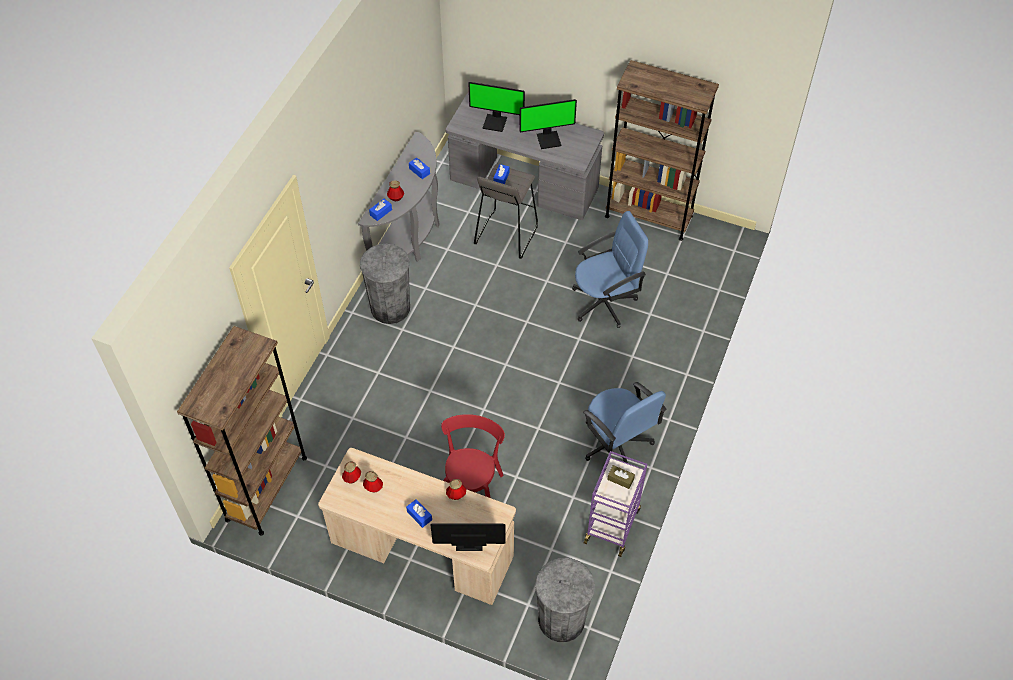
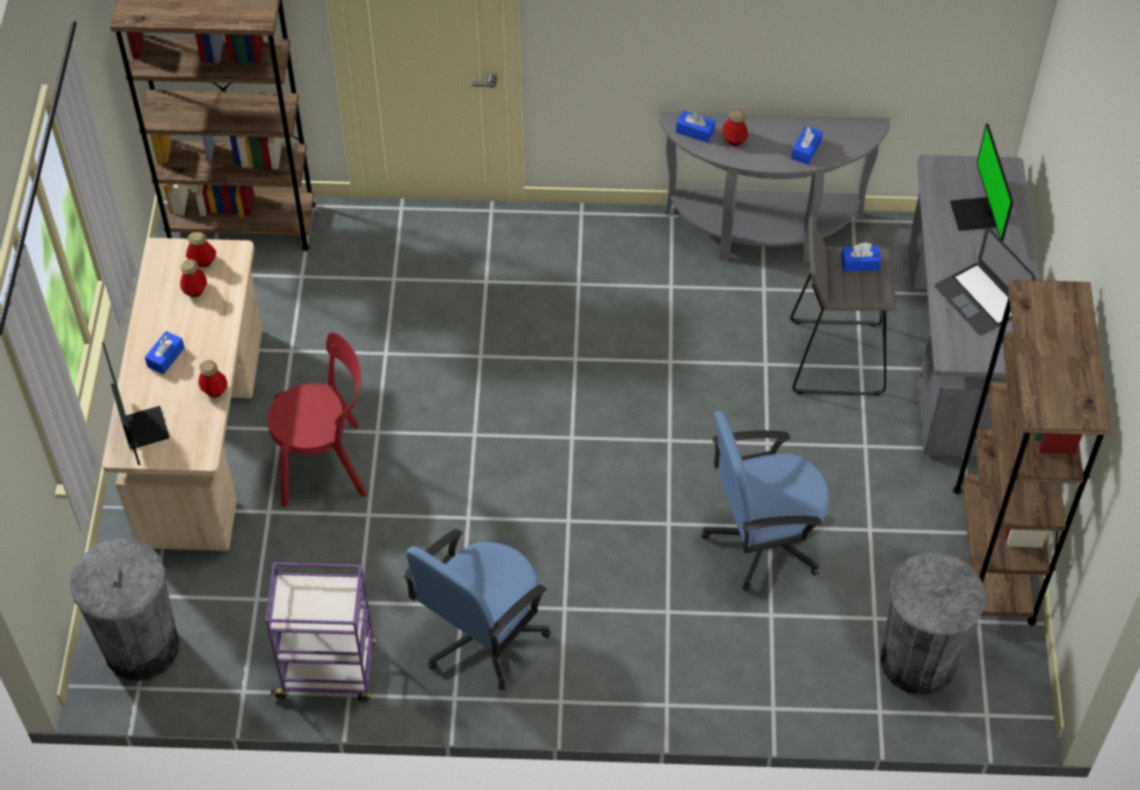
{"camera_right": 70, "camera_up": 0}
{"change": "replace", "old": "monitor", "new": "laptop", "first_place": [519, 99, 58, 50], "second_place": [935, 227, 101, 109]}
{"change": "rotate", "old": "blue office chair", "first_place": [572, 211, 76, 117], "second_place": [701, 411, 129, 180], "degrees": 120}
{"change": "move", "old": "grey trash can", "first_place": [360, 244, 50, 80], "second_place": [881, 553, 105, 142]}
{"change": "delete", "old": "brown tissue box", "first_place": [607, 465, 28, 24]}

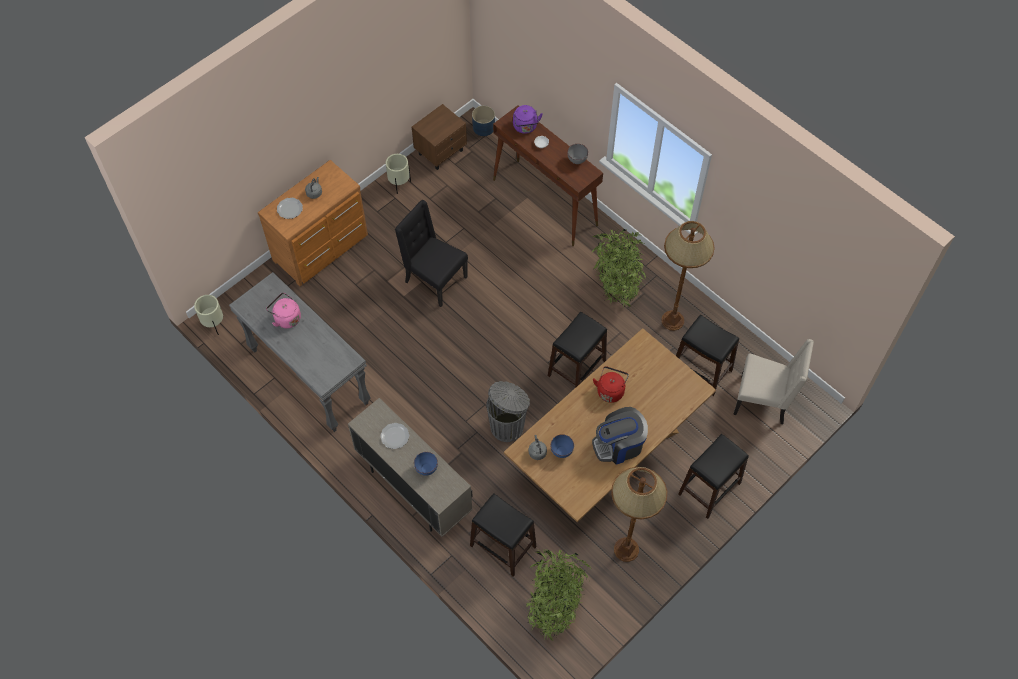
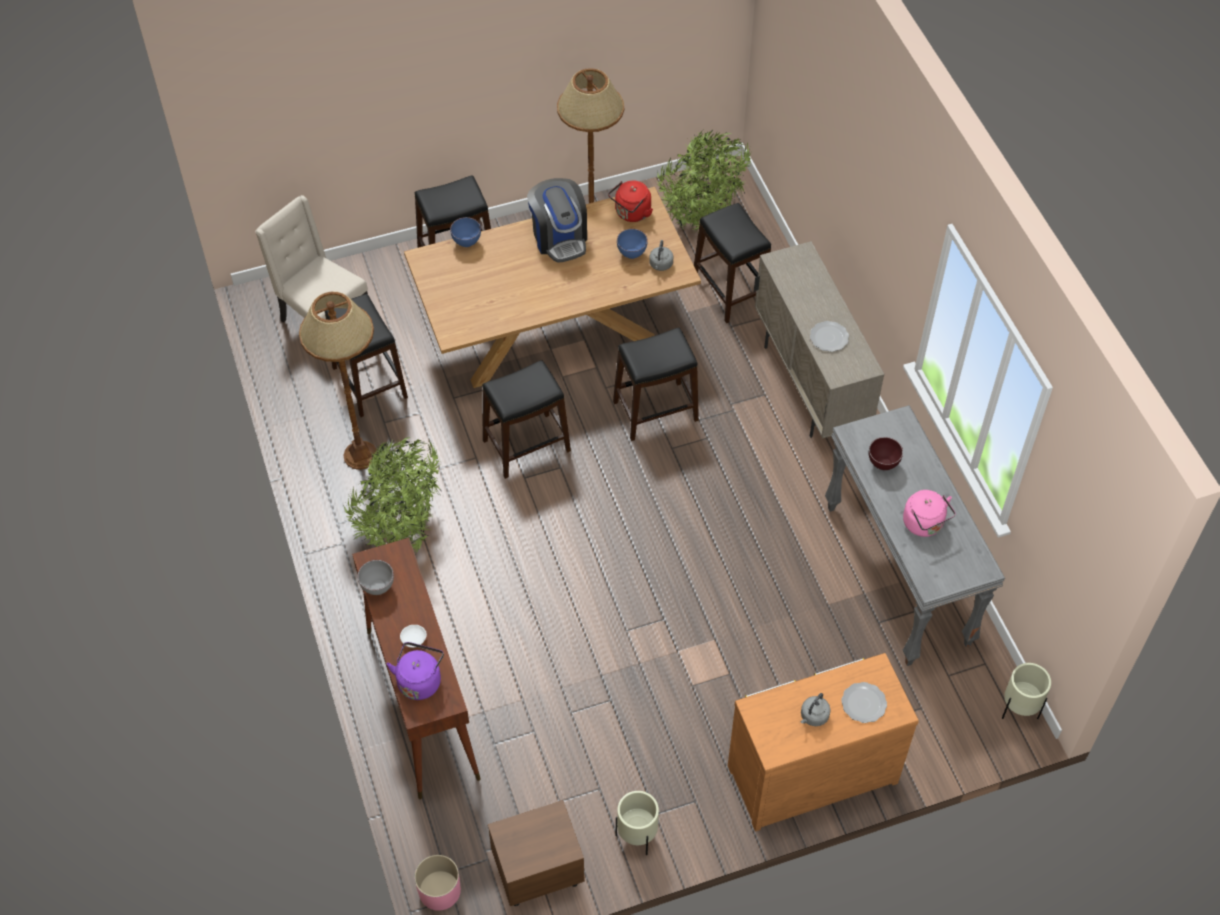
{"camera_right": -155, "camera_up": -5}
{"change": "recolor", "old": "blue planter", "new": "pink planter", "first_place": [472, 106, 23, 30], "second_place": [414, 855, 47, 56]}
{"change": "delete", "old": "black chair", "first_place": [395, 200, 73, 107]}
{"change": "move", "old": "red kettle", "first_place": [593, 366, 36, 37], "second_place": [608, 180, 45, 42]}
{"change": "replace", "old": "grey trash can", "new": "black stool", "first_place": [486, 381, 44, 61], "second_place": [613, 328, 86, 113]}
{"change": "rotate", "old": "coffee machine", "first_place": [592, 407, 56, 57], "second_place": [527, 178, 60, 85], "degrees": 60}
{"change": "move", "old": "blue bowl", "first_place": [414, 452, 24, 24], "second_place": [450, 217, 31, 30]}
{"change": "insert", "new": "brown bowl", "second_place": [869, 437, 34, 33]}

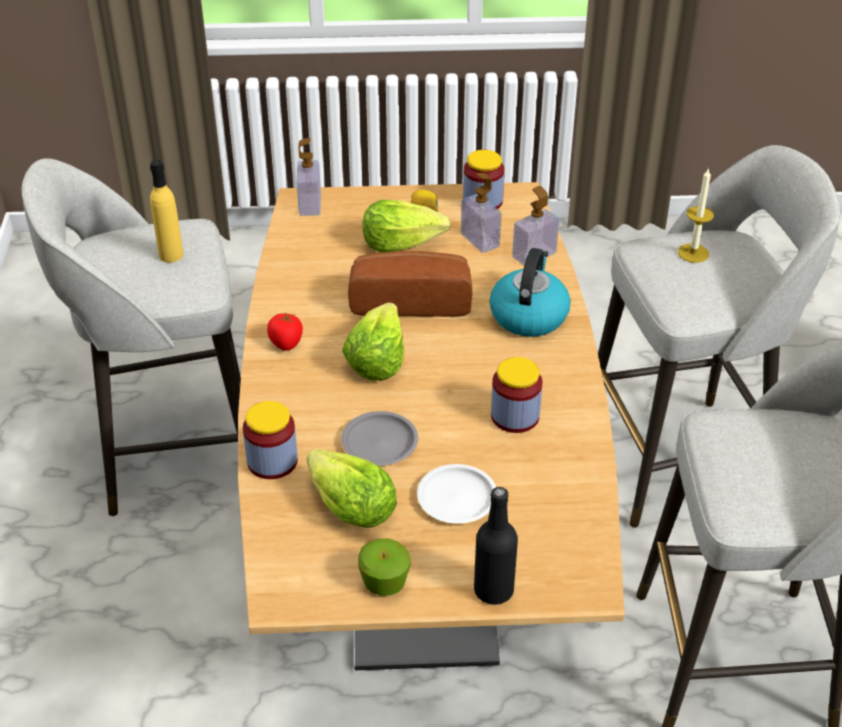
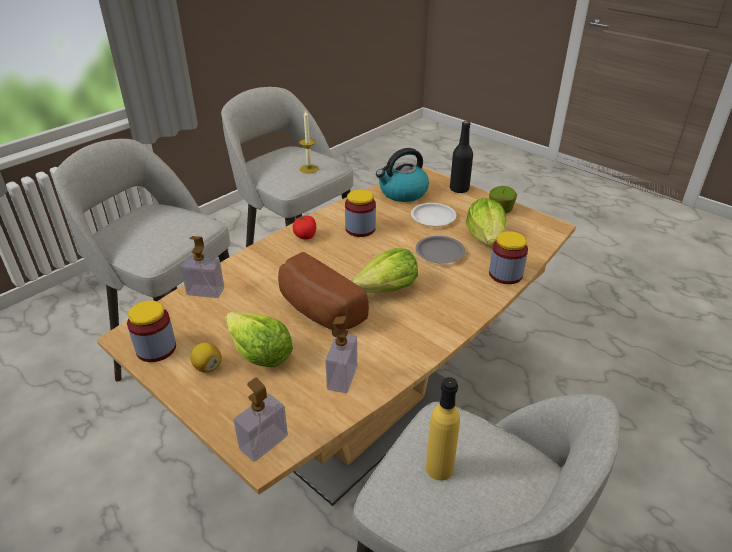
{"camera_right": -135, "camera_up": -5}
{"change": "move", "old": "candle", "first_place": [678, 167, 36, 96], "second_place": [299, 109, 20, 64]}
{"change": "move", "old": "soap dispenser", "first_place": [461, 173, 40, 80], "second_place": [325, 316, 32, 77]}
{"change": "move", "old": "kettle", "first_place": [489, 248, 82, 89], "second_place": [376, 148, 53, 54]}
{"change": "move", "old": "tomato", "first_place": [267, 312, 36, 39], "second_place": [293, 215, 23, 25]}

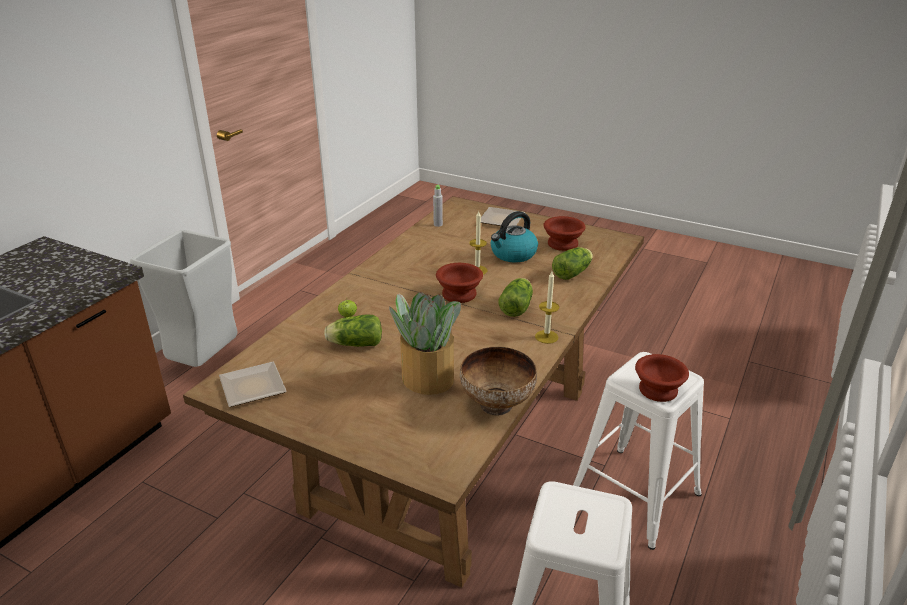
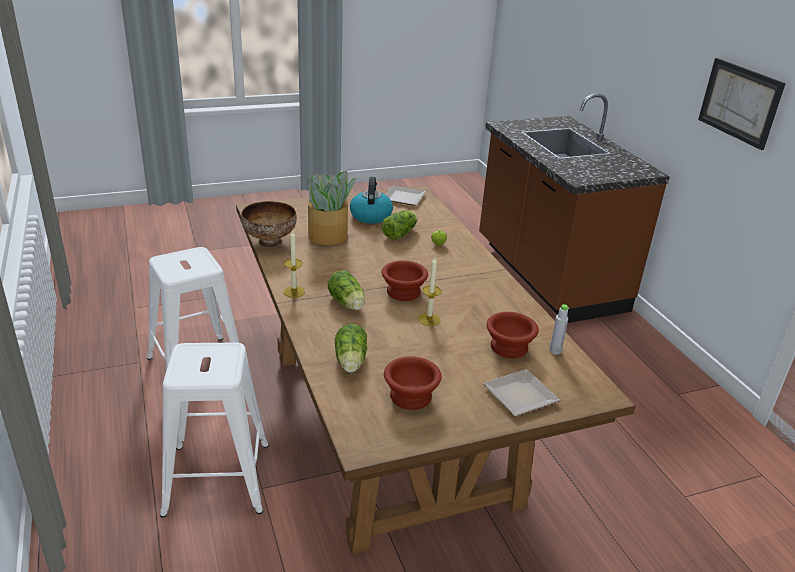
{"camera_right": 130, "camera_up": 0}
{"change": "move", "old": "kettle", "first_place": [491, 211, 47, 51], "second_place": [350, 177, 43, 47]}
{"change": "delete", "old": "grey trash can", "first_place": [130, 230, 108, 137]}
{"change": "move", "old": "brown bowl", "first_place": [635, 354, 54, 48], "second_place": [486, 312, 53, 46]}
{"change": "insert", "new": "picture", "second_place": [698, 58, 88, 92]}

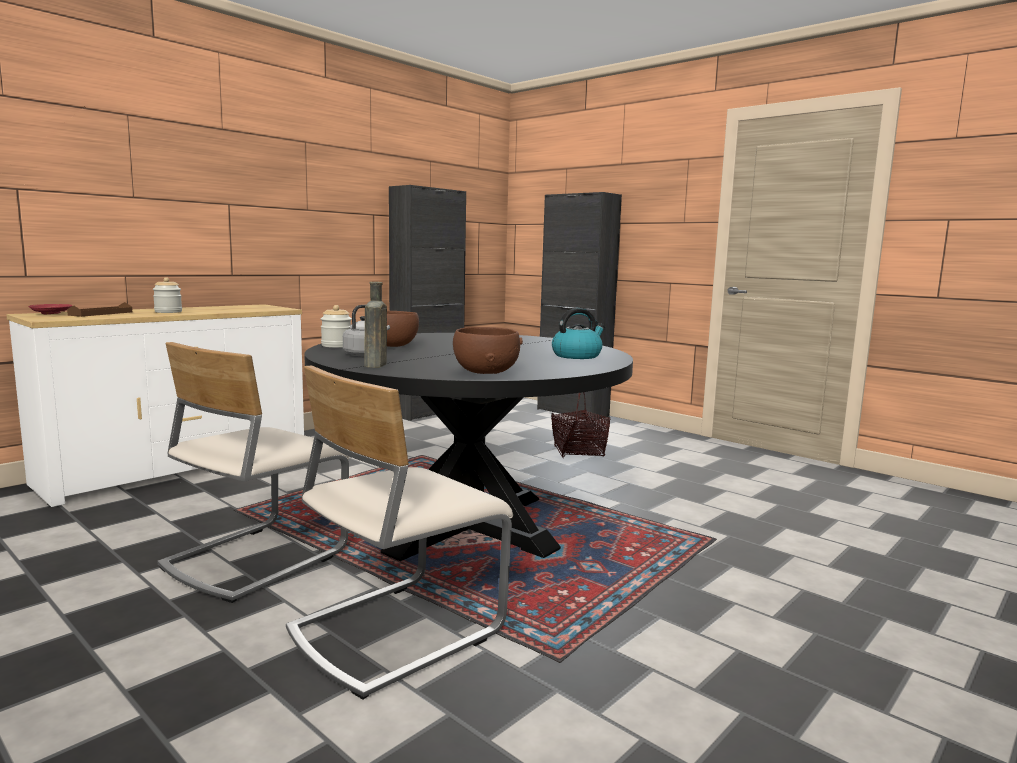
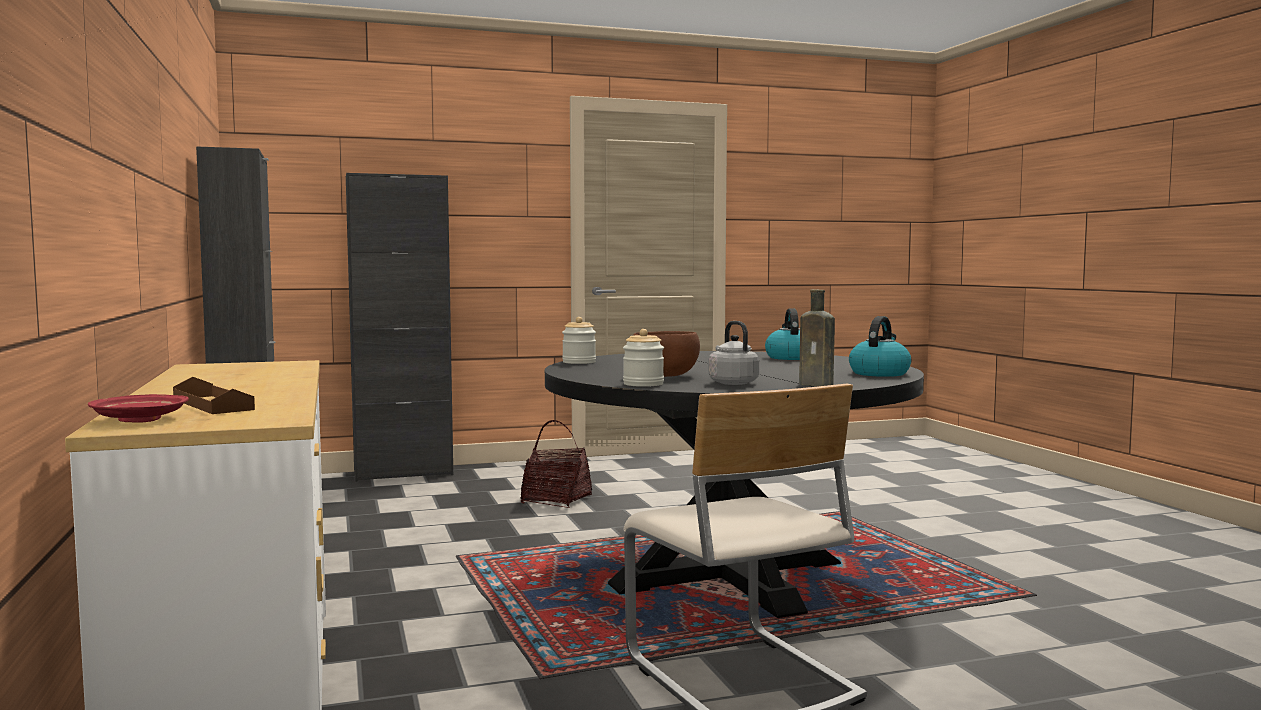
{"camera_right": -60, "camera_up": -5}
{"change": "move", "old": "jar", "first_place": [153, 277, 29, 36], "second_place": [562, 317, 34, 47]}
{"change": "replace", "old": "brown bowl", "new": "kettle", "first_place": [453, 327, 70, 47], "second_place": [849, 316, 62, 61]}
{"change": "delete", "old": "beige chair", "first_place": [286, 366, 227, 334]}

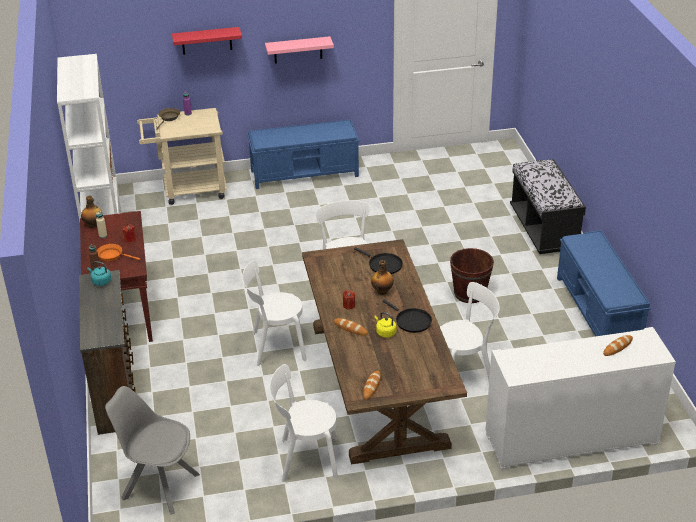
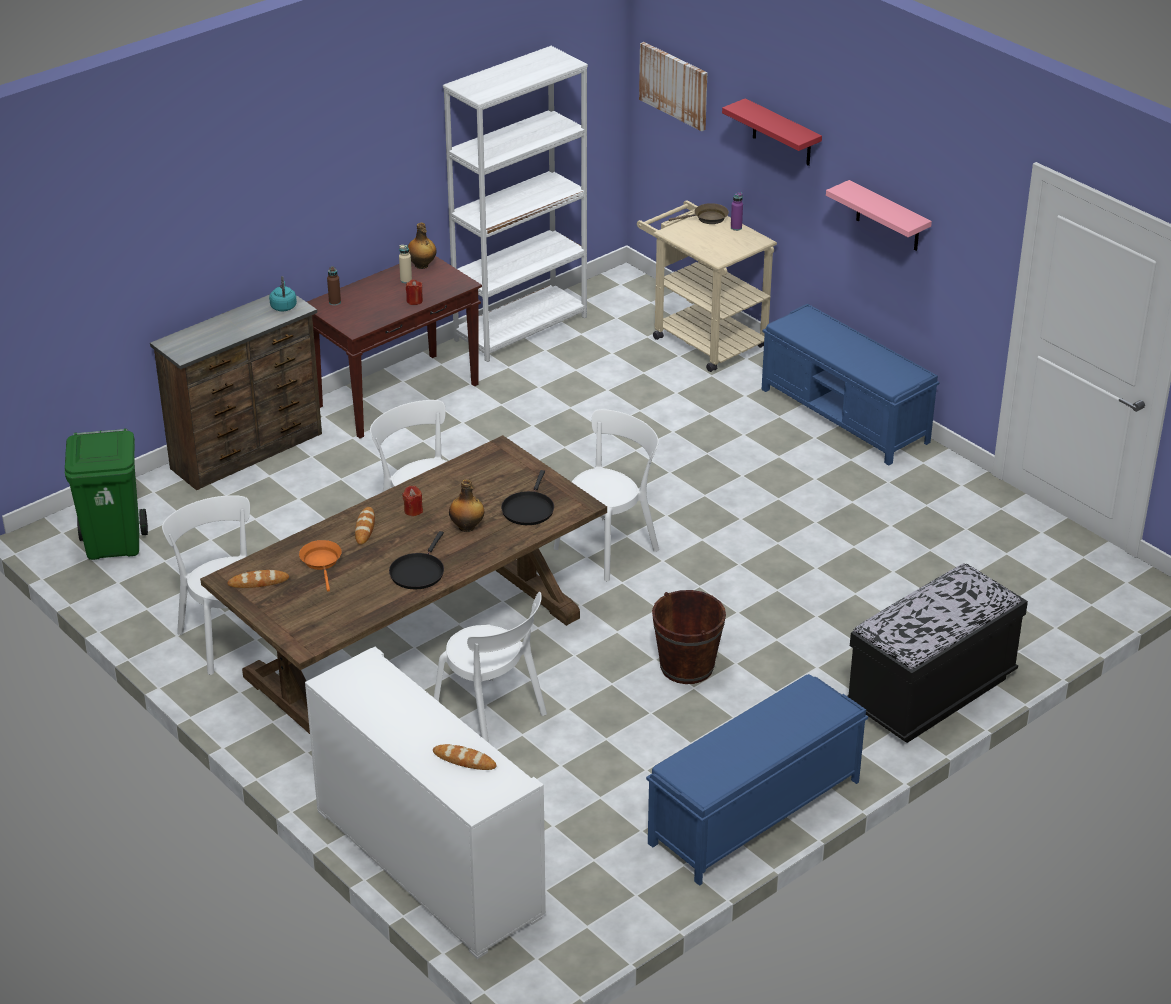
{"camera_right": 60, "camera_up": 0}
{"change": "move", "old": "orange frying pan", "first_place": [97, 244, 43, 17], "second_place": [299, 540, 43, 52]}
{"change": "delete", "old": "yellow kettle", "first_place": [374, 312, 23, 26]}
{"change": "replace", "old": "grey chair", "new": "green trash can", "first_place": [105, 386, 95, 129], "second_place": [65, 428, 83, 132]}
{"change": "insert", "new": "picture", "second_place": [639, 42, 68, 89]}

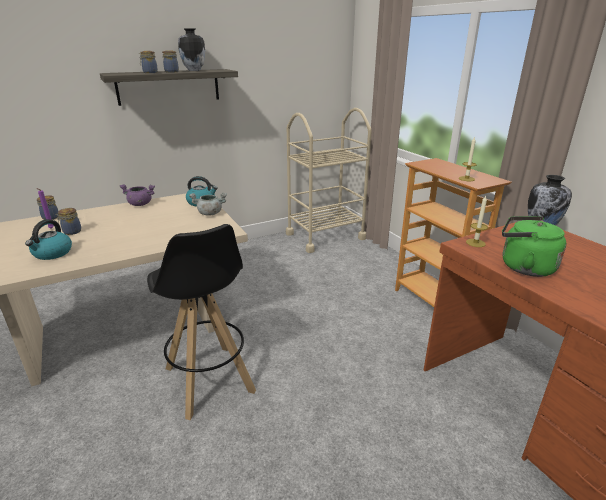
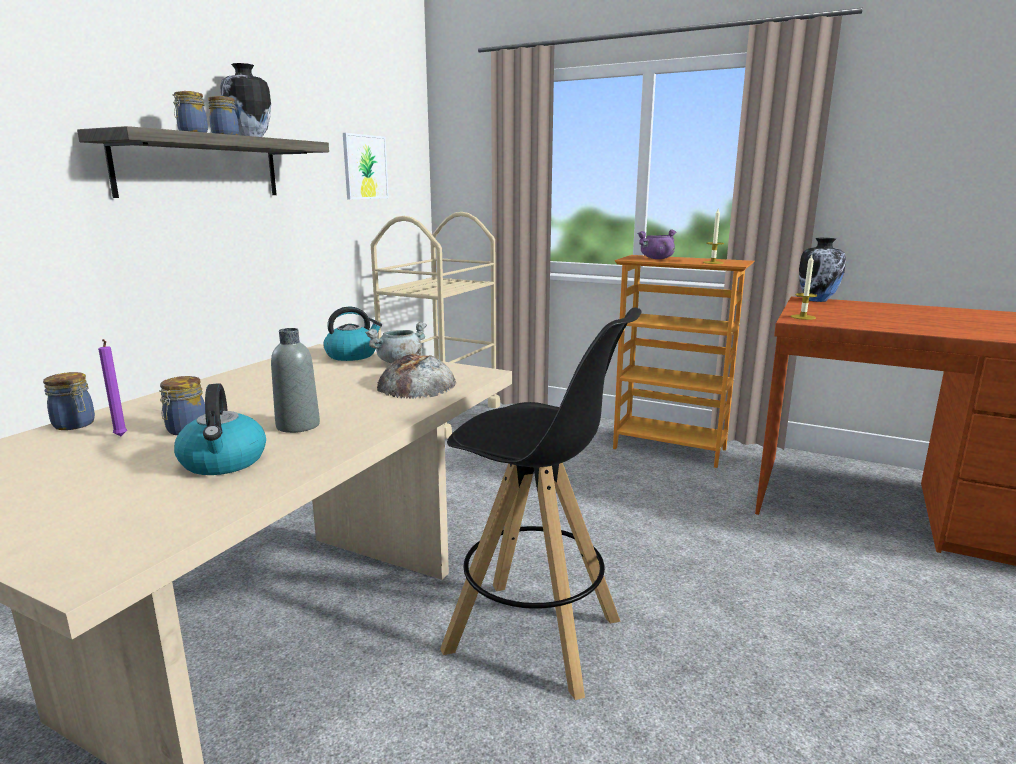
{"camera_right": -35, "camera_up": -10}
{"change": "move", "old": "purple cooking pot", "first_place": [120, 184, 35, 22], "second_place": [637, 229, 39, 30]}
{"change": "delete", "old": "green kettle", "first_place": [502, 216, 64, 61]}
{"change": "insert", "new": "picture", "second_place": [343, 133, 46, 66]}
{"change": "insert", "new": "grey bottle", "second_place": [271, 328, 49, 105]}
{"change": "insert", "new": "bread", "second_place": [377, 354, 79, 45]}

